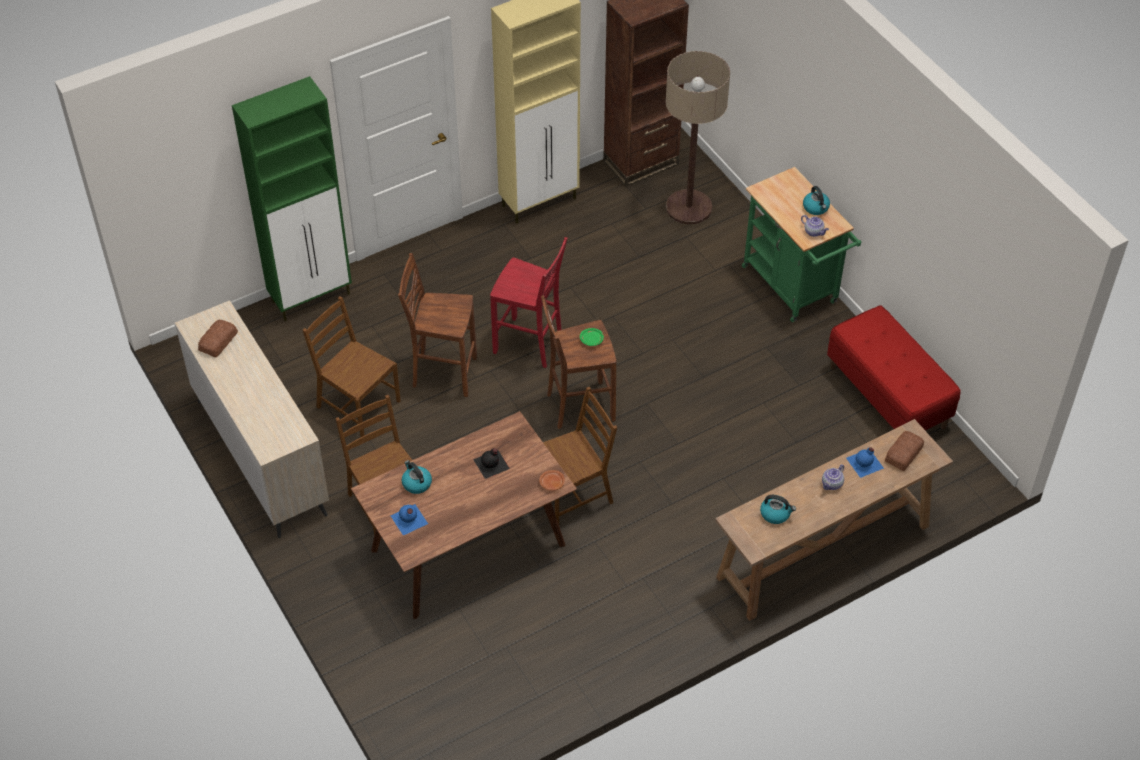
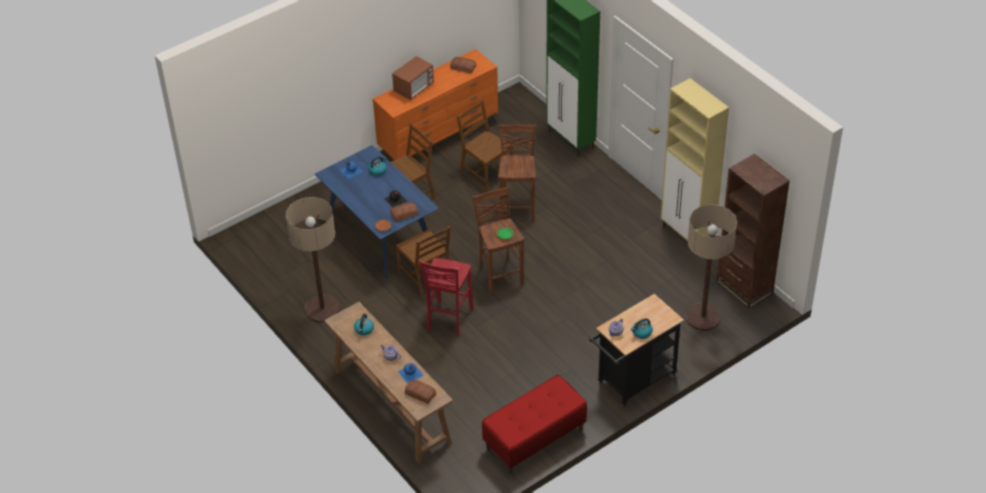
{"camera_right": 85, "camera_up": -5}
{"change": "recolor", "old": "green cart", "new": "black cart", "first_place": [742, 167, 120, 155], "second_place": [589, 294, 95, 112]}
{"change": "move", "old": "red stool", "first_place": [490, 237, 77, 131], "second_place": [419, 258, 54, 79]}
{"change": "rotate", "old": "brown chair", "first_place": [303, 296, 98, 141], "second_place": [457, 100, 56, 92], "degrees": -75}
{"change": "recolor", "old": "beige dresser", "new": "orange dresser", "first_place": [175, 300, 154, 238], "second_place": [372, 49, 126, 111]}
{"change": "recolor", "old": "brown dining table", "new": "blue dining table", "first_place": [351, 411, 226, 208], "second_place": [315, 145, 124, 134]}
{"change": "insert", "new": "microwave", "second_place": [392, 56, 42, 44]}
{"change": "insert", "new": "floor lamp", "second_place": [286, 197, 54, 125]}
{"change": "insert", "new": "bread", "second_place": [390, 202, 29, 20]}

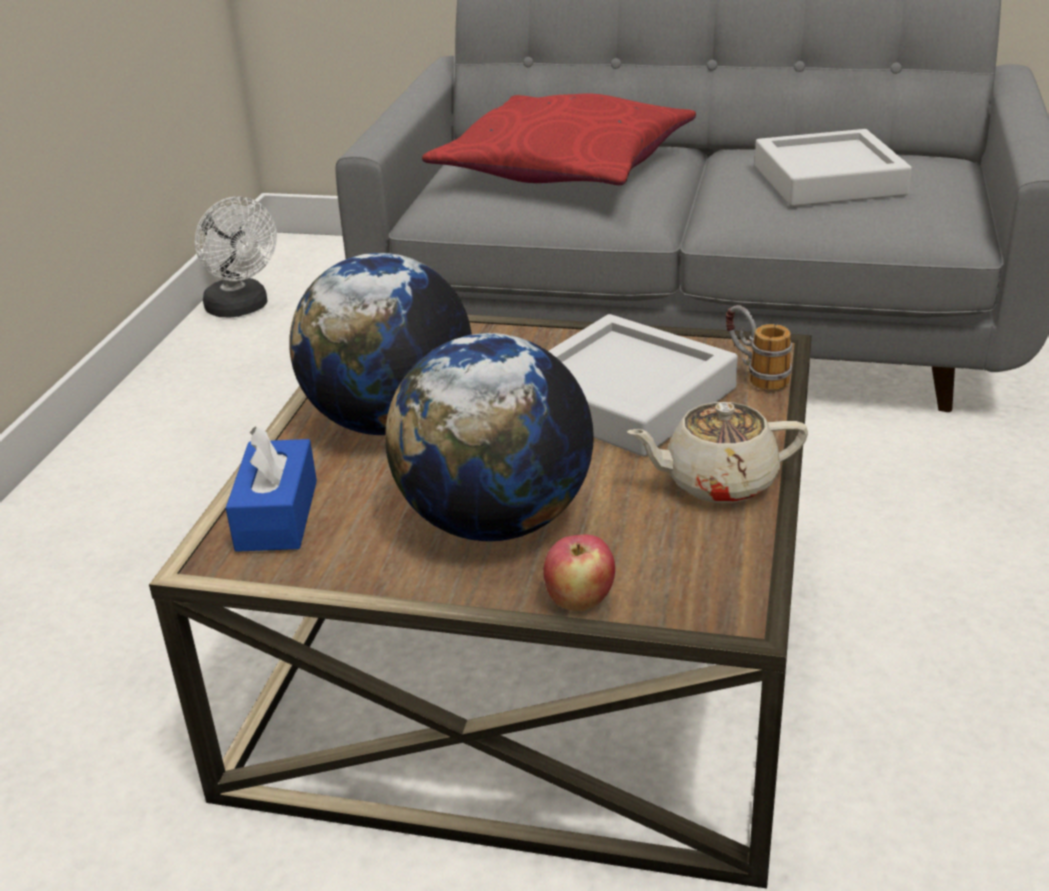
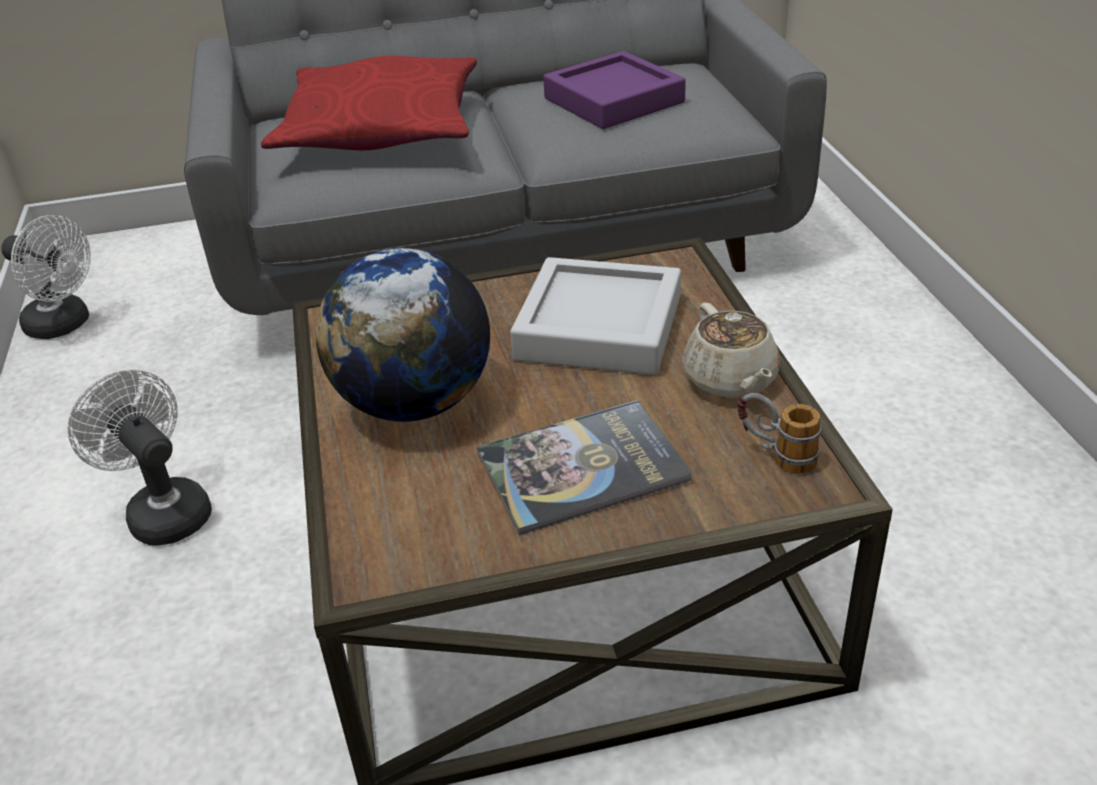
{"camera_right": -25, "camera_up": 5}
{"change": "recolor", "old": "grey tray", "new": "purple tray", "first_place": [755, 129, 157, 78], "second_place": [543, 51, 143, 78]}
{"change": "move", "old": "mug", "first_place": [726, 305, 66, 85], "second_place": [738, 393, 83, 81]}
{"change": "replace", "old": "globe", "new": "book", "first_place": [385, 333, 209, 208], "second_place": [477, 400, 216, 135]}
{"change": "rotate", "old": "beige teapot", "first_place": [627, 402, 181, 101], "second_place": [682, 303, 98, 96], "degrees": -75}
{"change": "delete", "old": "blue tissue box", "first_place": [226, 426, 91, 126]}
{"change": "delete", "old": "apple", "first_place": [543, 535, 72, 76]}
{"change": "insert", "new": "white fan", "second_place": [68, 369, 144, 177]}

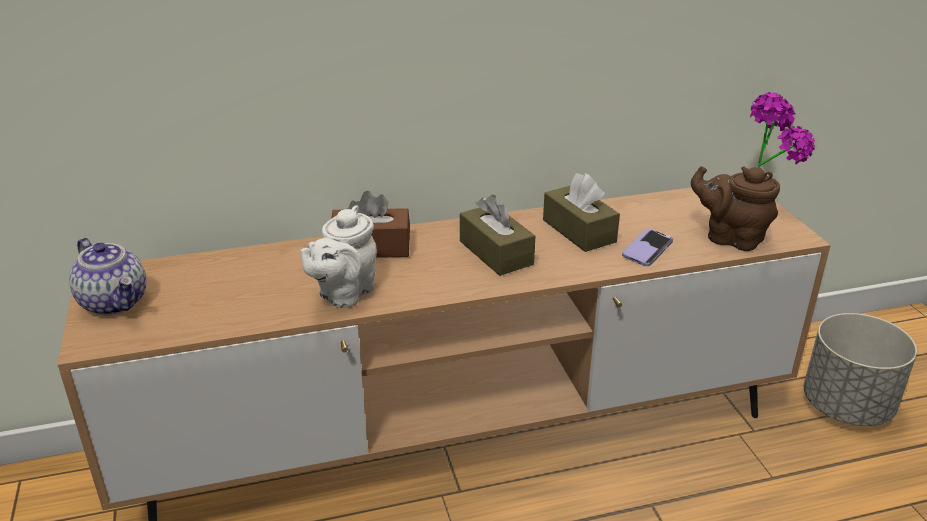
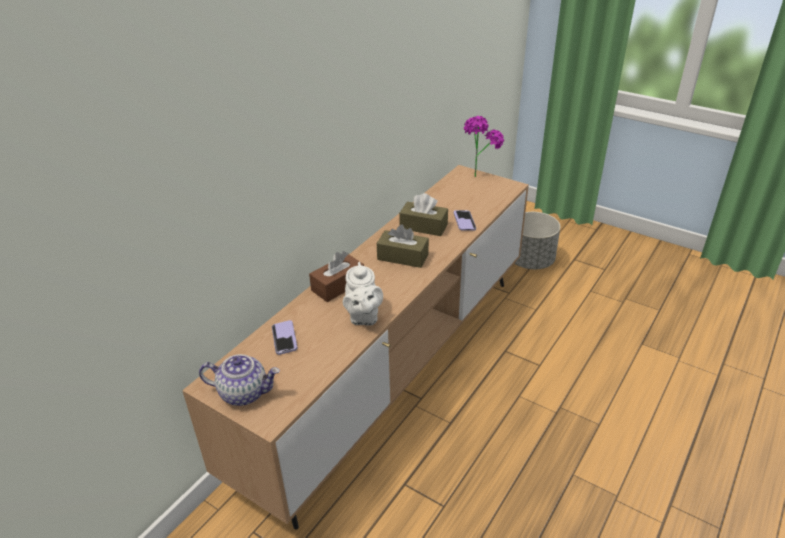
{"camera_right": -40, "camera_up": 5}
{"change": "delete", "old": "brown teapot", "first_place": [691, 166, 89, 85]}
{"change": "insert", "new": "phone", "second_place": [272, 320, 26, 35]}

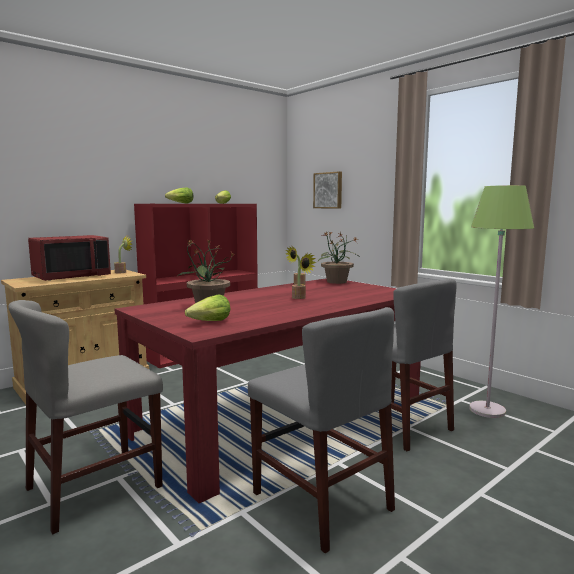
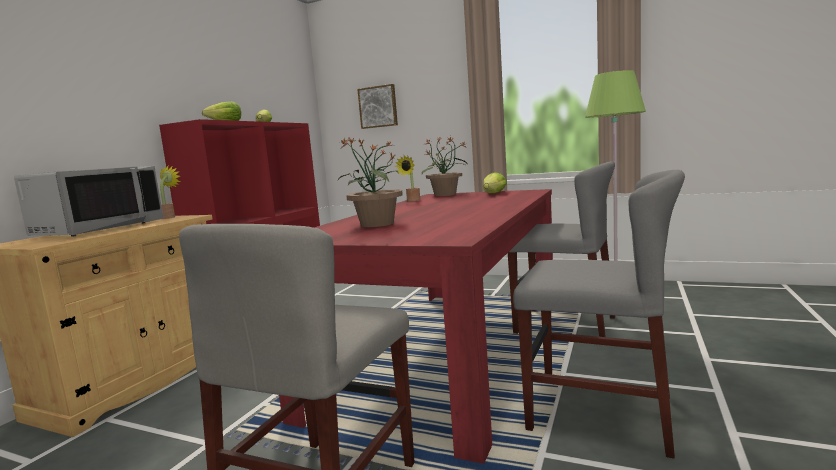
{"camera_right": -25, "camera_up": 0}
{"change": "recolor", "old": "red microwave", "new": "grey microwave", "first_place": [28, 235, 83, 46], "second_place": [14, 166, 150, 70]}
{"change": "delete", "old": "potted plant", "first_place": [292, 253, 25, 46]}
{"change": "move", "old": "lettuce", "first_place": [185, 294, 45, 27], "second_place": [483, 172, 24, 21]}

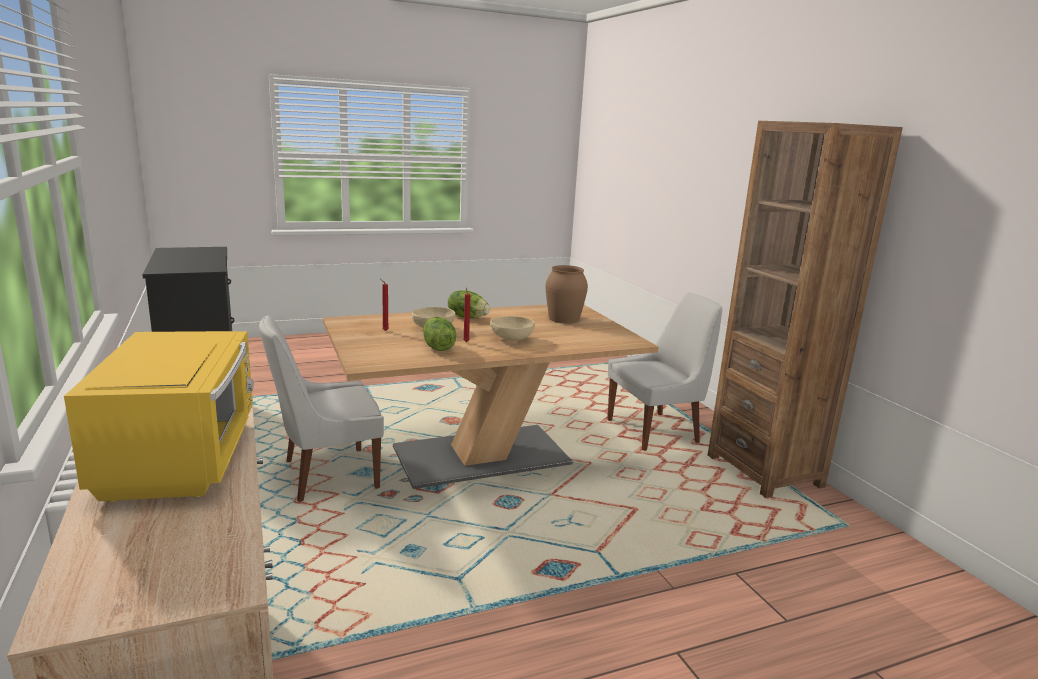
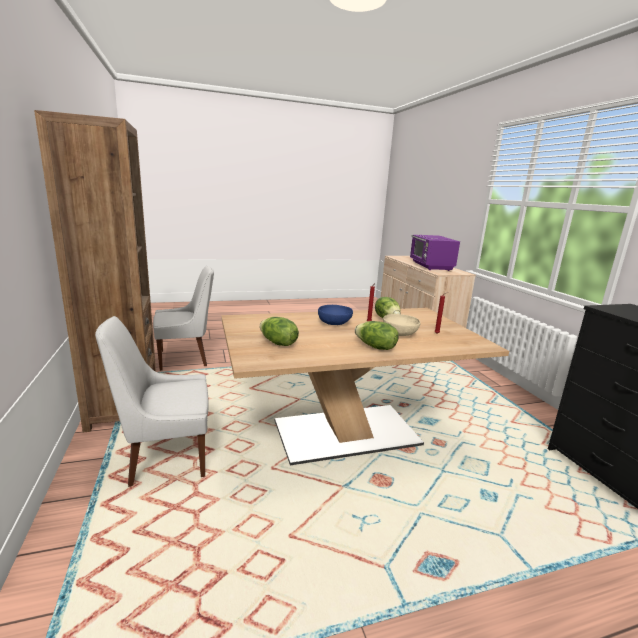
{"camera_right": -175, "camera_up": 0}
{"change": "replace", "old": "brown vase", "new": "lettuce", "first_place": [546, 265, 42, 59], "second_place": [260, 317, 39, 29]}
{"change": "move", "old": "white chair", "first_place": [259, 315, 125, 187], "second_place": [153, 266, 61, 105]}
{"change": "recolor", "old": "beige bowl", "new": "blue bowl", "first_place": [490, 316, 45, 25], "second_place": [318, 305, 35, 20]}
{"change": "recolor", "old": "yellow microwave", "new": "purple microwave", "first_place": [64, 331, 190, 171], "second_place": [410, 235, 50, 36]}

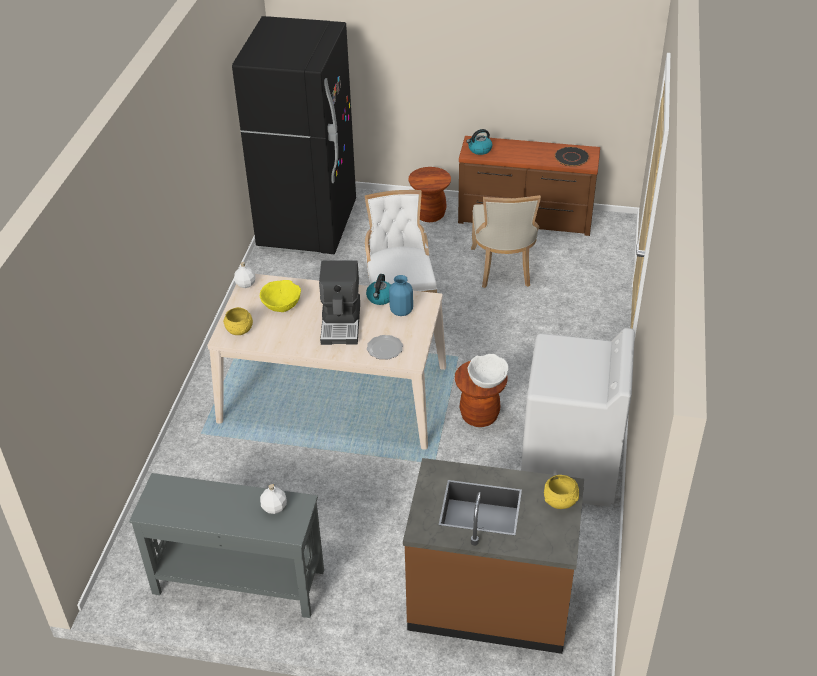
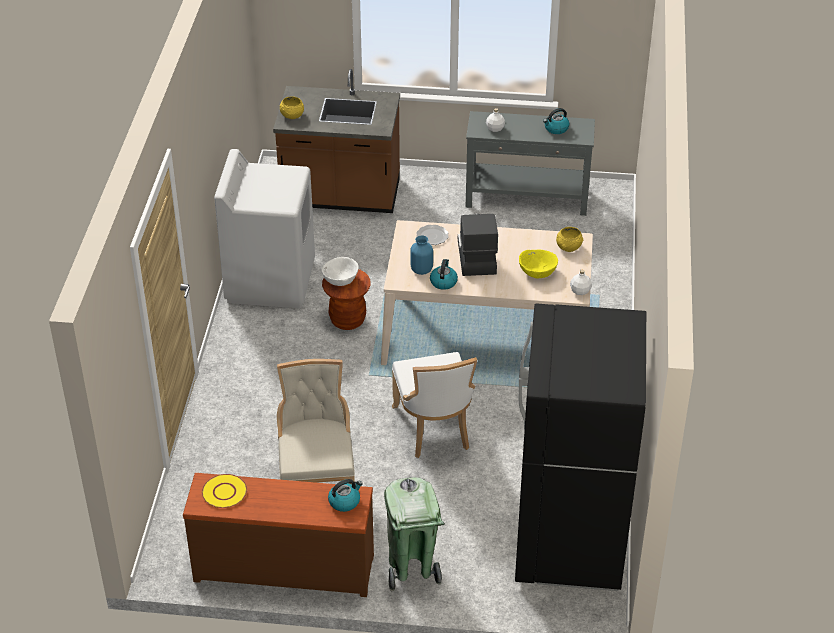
{"camera_right": 175, "camera_up": 0}
{"change": "recolor", "old": "black plate", "new": "yellow plate", "first_place": [554, 147, 35, 19], "second_place": [202, 474, 45, 34]}
{"change": "replace", "old": "brown stool", "new": "green trash can", "first_place": [408, 167, 43, 55], "second_place": [384, 477, 61, 114]}
{"change": "insert", "new": "kettle", "second_place": [543, 108, 26, 26]}

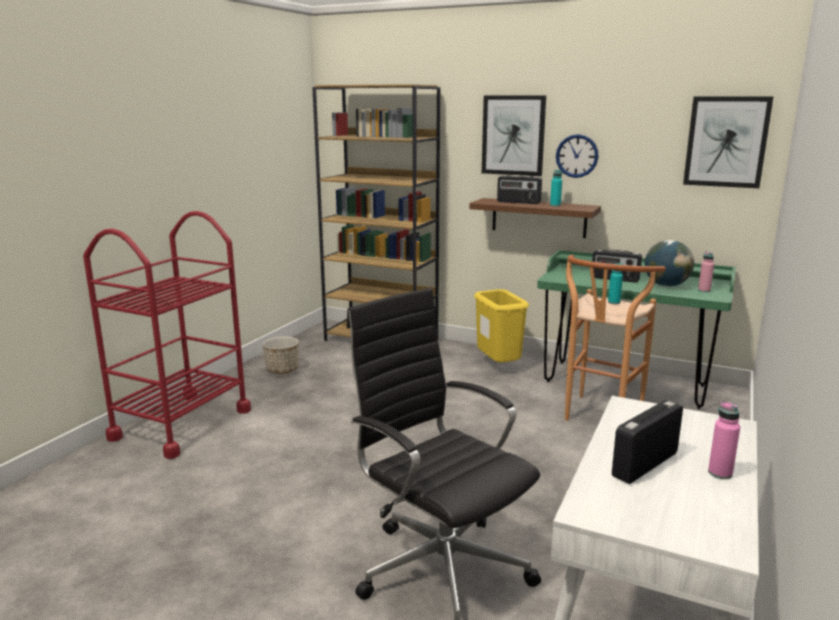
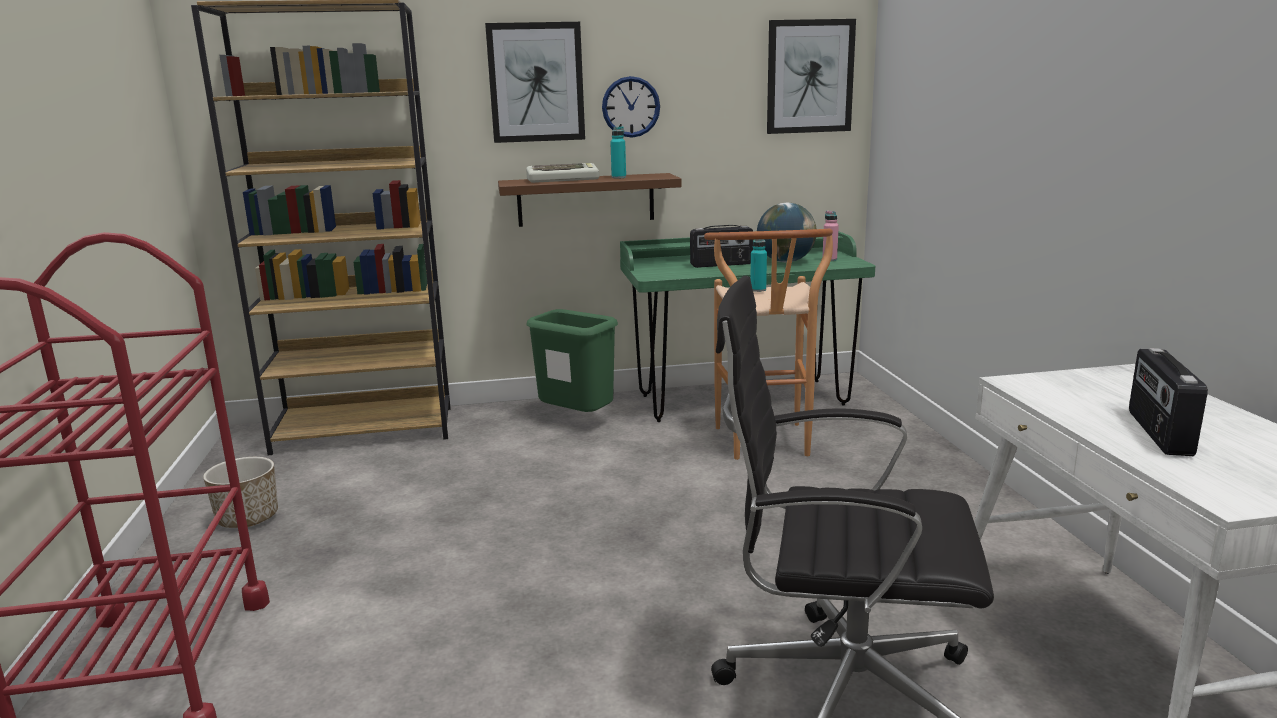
{"camera_right": -35, "camera_up": 0}
{"change": "replace", "old": "radio", "new": "keyboard", "first_place": [497, 174, 45, 30], "second_place": [526, 163, 73, 20]}
{"change": "recolor", "old": "yellow trash can", "new": "green trash can", "first_place": [474, 289, 55, 73], "second_place": [526, 309, 92, 103]}
{"change": "delete", "old": "pink bottle", "first_place": [708, 401, 32, 78]}

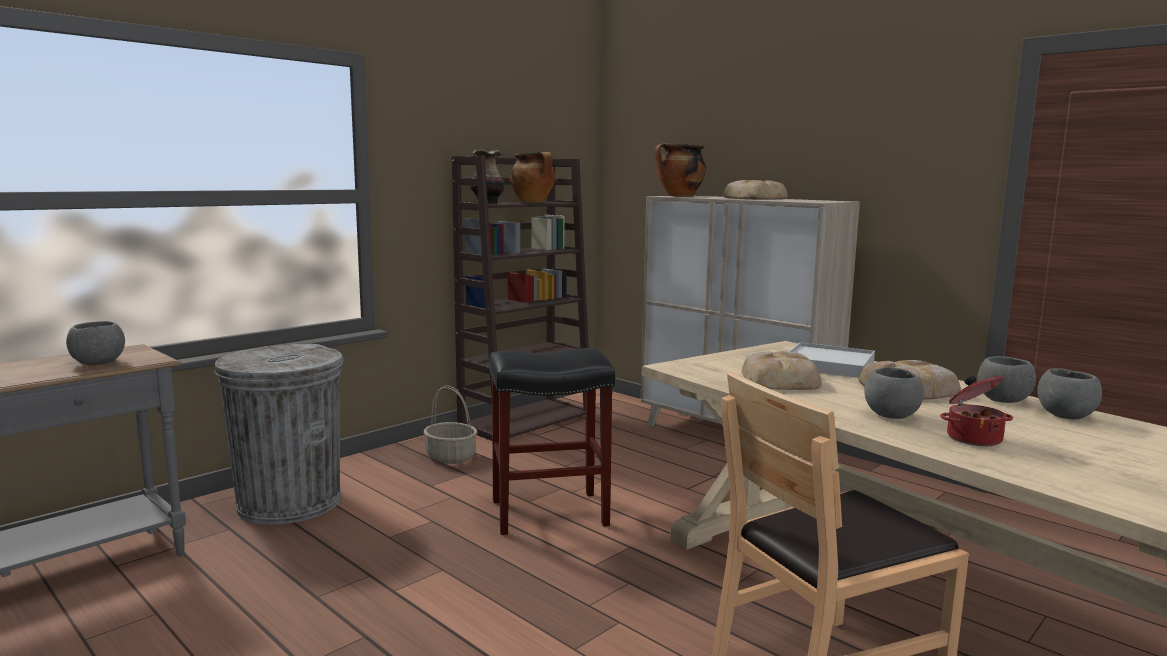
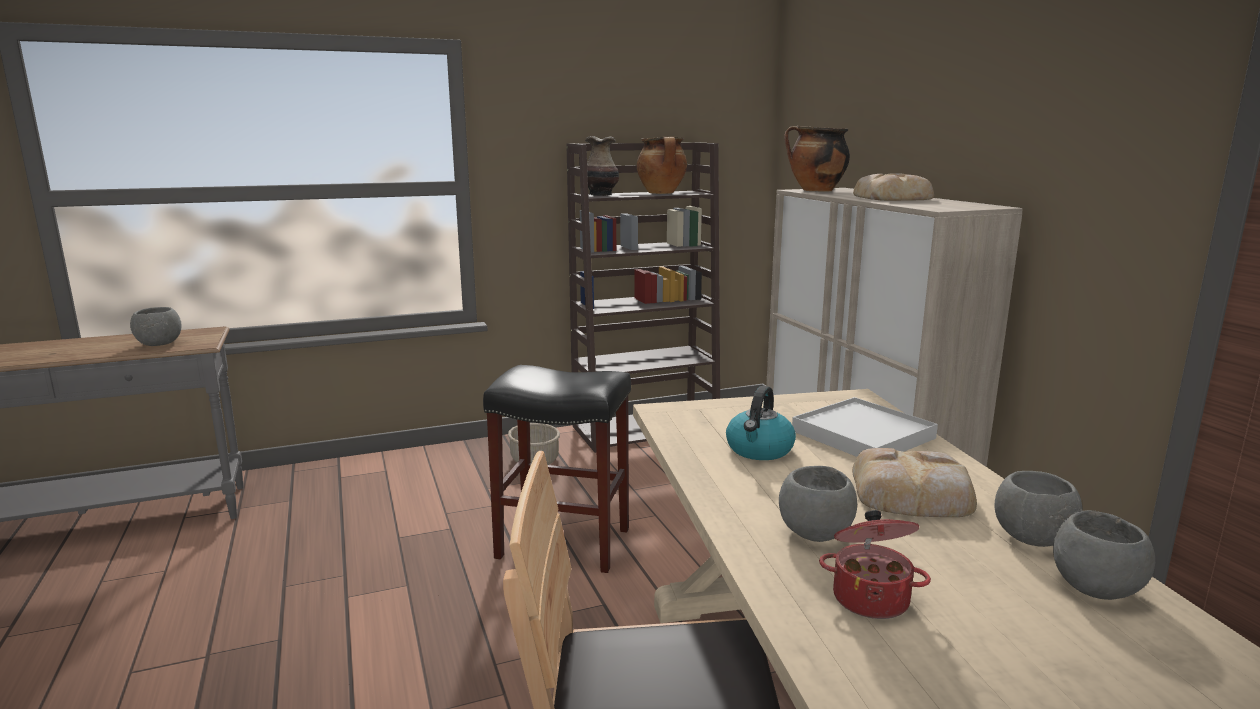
{"camera_right": 25, "camera_up": 5}
{"change": "delete", "old": "grey trash can", "first_place": [214, 344, 129, 180]}
{"change": "replace", "old": "bread", "new": "kettle", "first_place": [742, 351, 80, 39], "second_place": [726, 386, 70, 74]}

